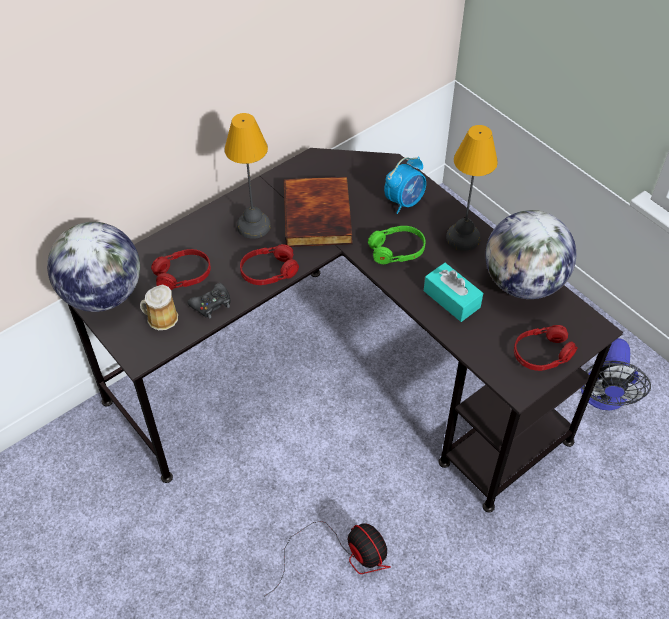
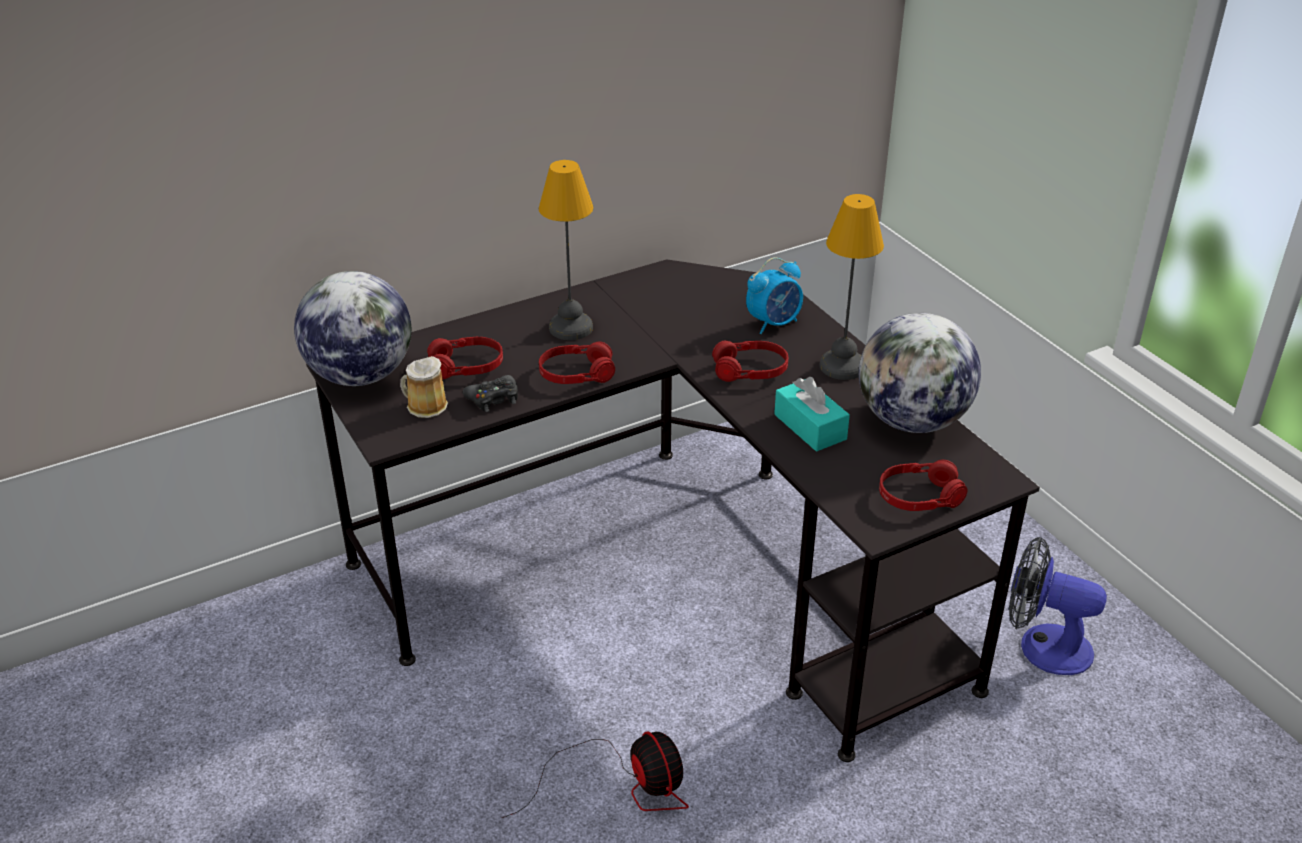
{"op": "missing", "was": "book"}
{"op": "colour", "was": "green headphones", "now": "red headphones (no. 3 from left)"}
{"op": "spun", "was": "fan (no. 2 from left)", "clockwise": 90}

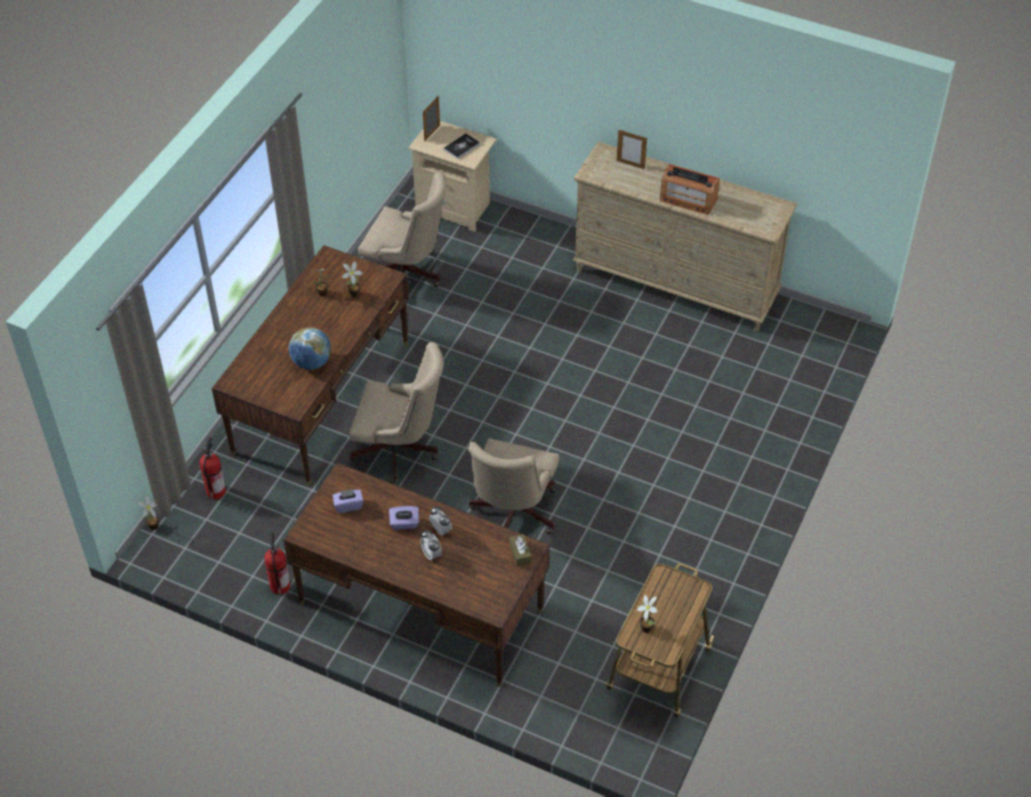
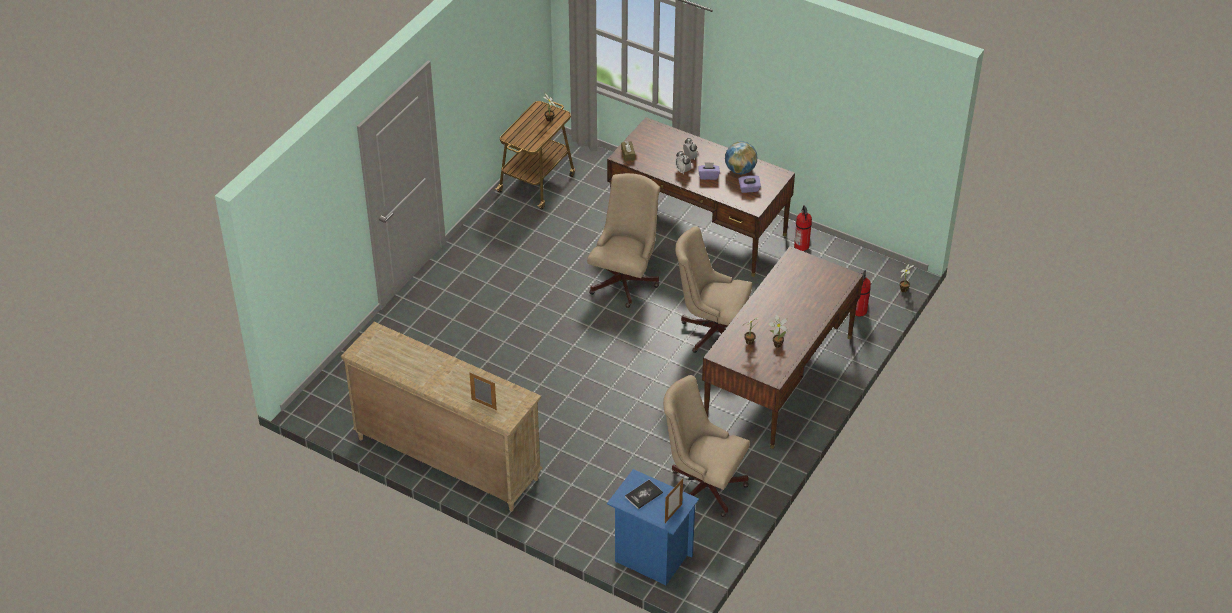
{"op": "colour", "was": "beige nightstand", "now": "blue nightstand"}
{"op": "missing", "was": "radio"}
{"op": "relocated", "was": "globe"}

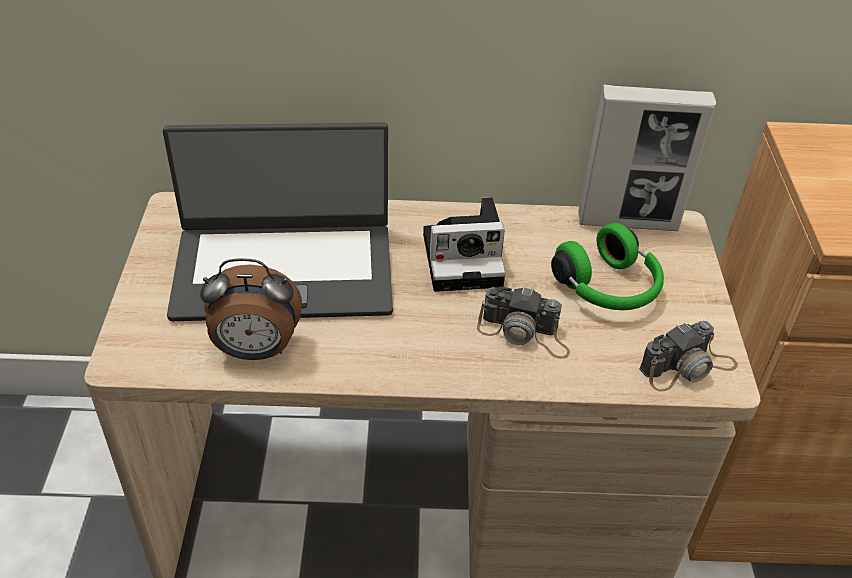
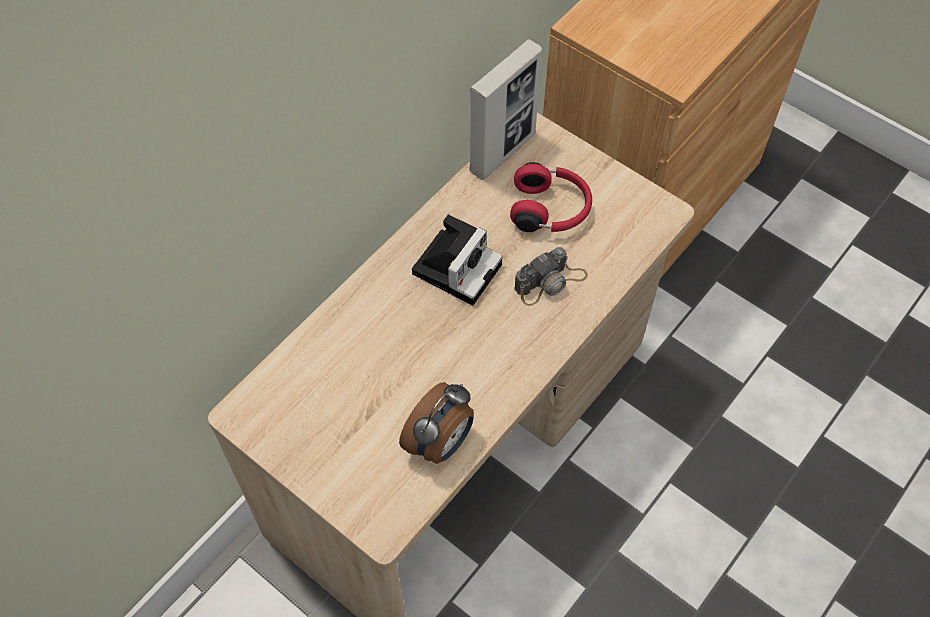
{"op": "missing", "was": "laptop"}
{"op": "colour", "was": "green headphones", "now": "red headphones"}
{"op": "missing", "was": "photo camera (no. 3 from left)"}

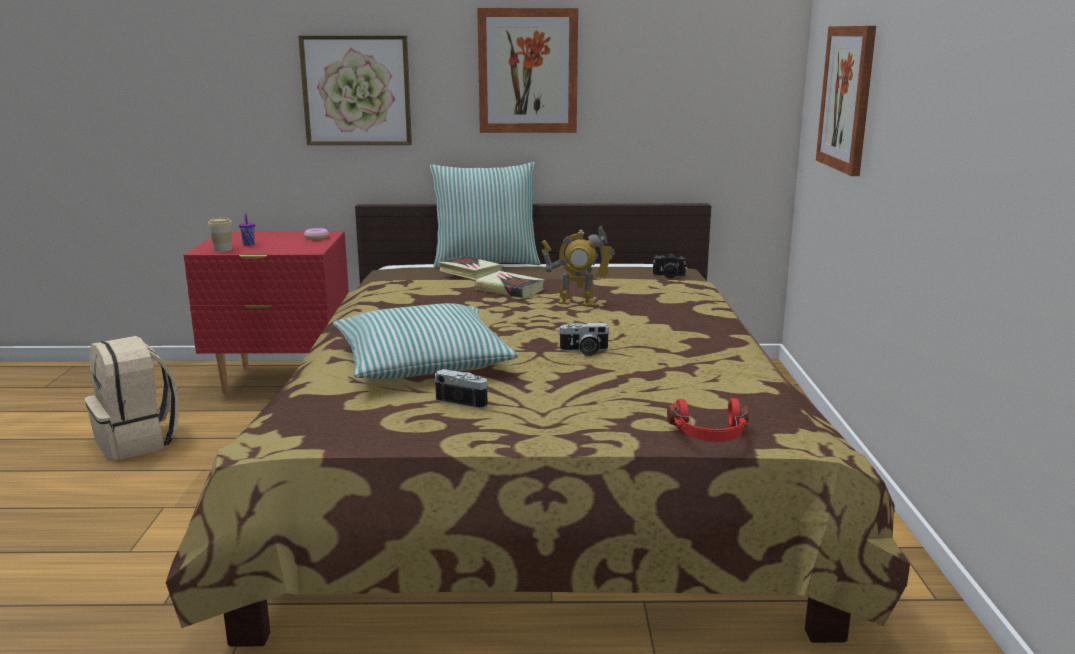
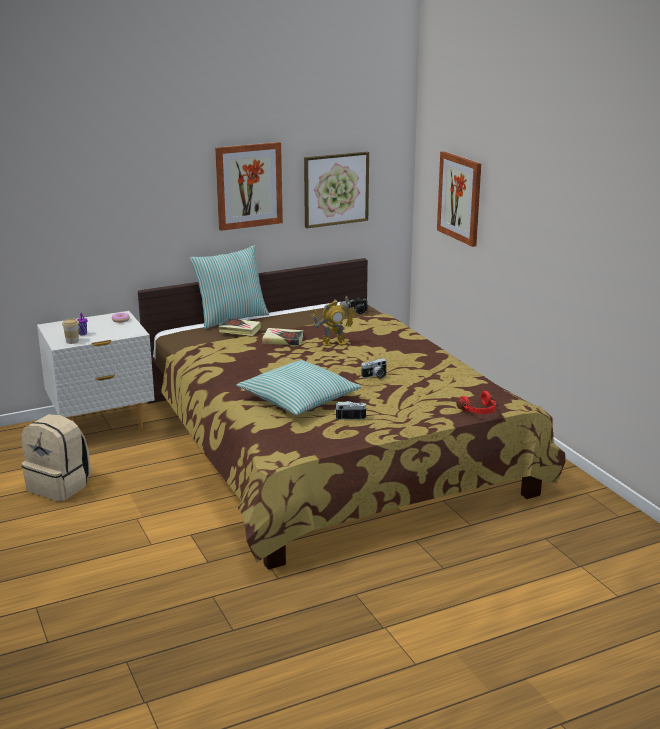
{"op": "relocated", "was": "picture (no. 1 from left in the first image)", "now": "picture (no. 2 from left)"}
{"op": "colour", "was": "red nightstand", "now": "white nightstand"}

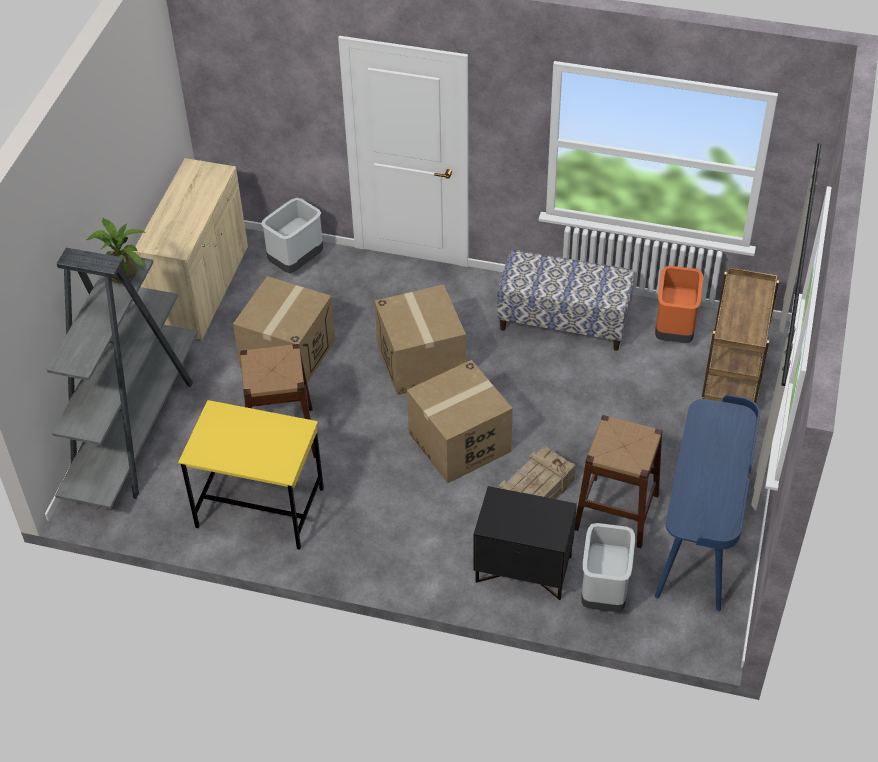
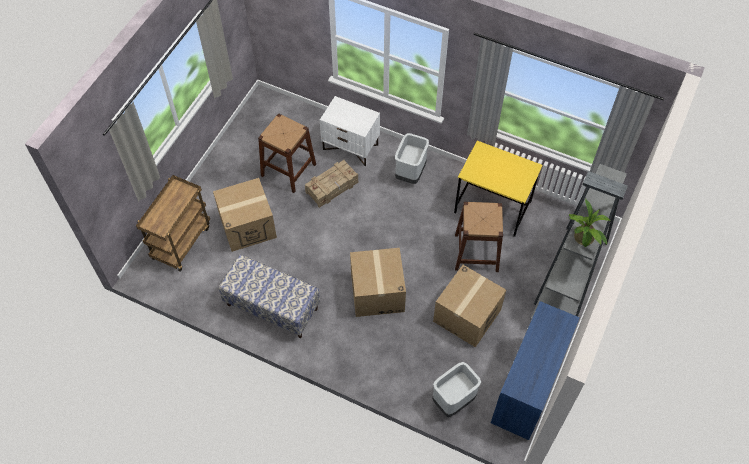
{"op": "colour", "was": "beige cabinet", "now": "blue cabinet"}
{"op": "missing", "was": "orange trash can"}
{"op": "relocated", "was": "cardboard box (no. 3 from left in the first image)", "now": "cardboard box (no. 1 from left)"}
{"op": "missing", "was": "blue desk"}
{"op": "colour", "was": "black nightstand", "now": "white nightstand"}
{"op": "relocated", "was": "grey trash can (no. 2 from left in the first image)", "now": "grey trash can (no. 1 from left)"}

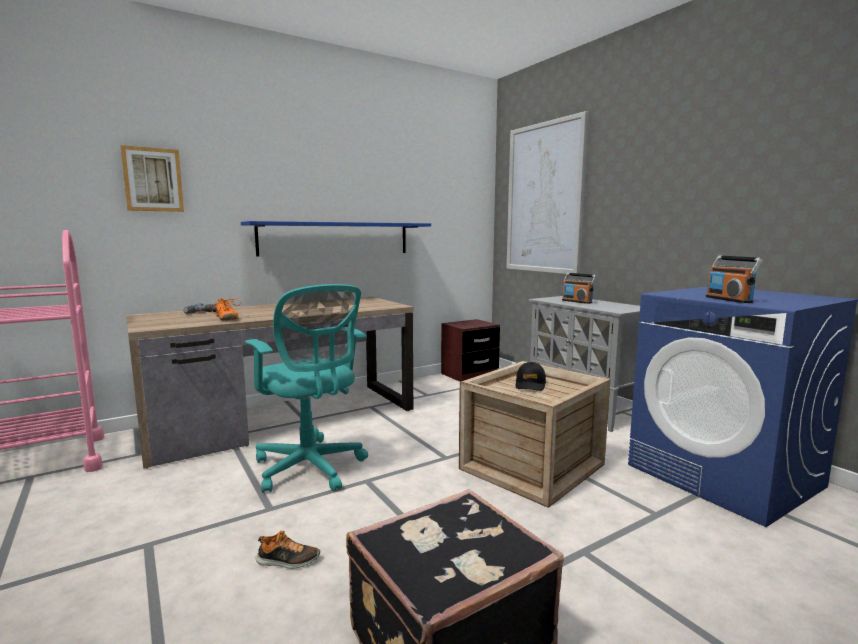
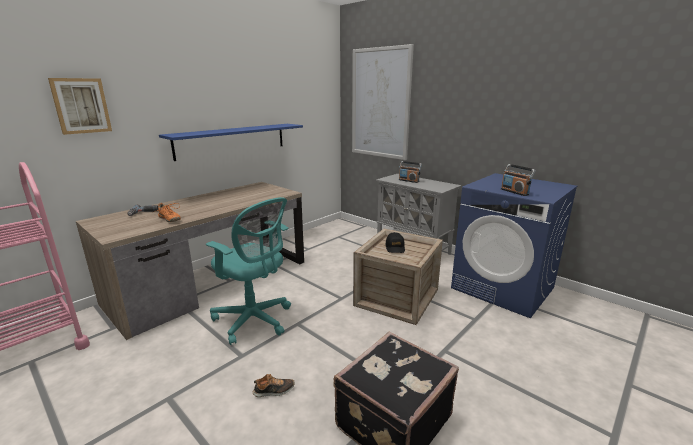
{"op": "missing", "was": "brown nightstand"}

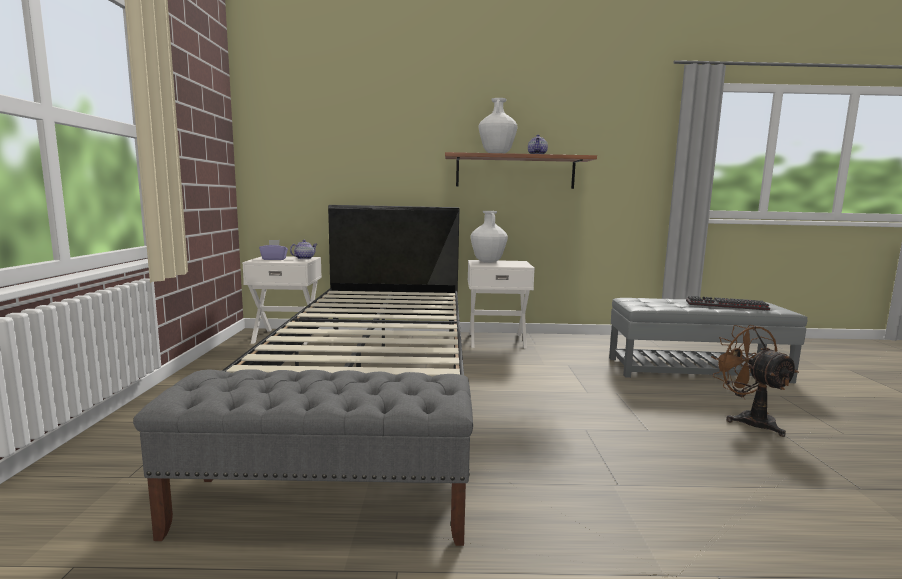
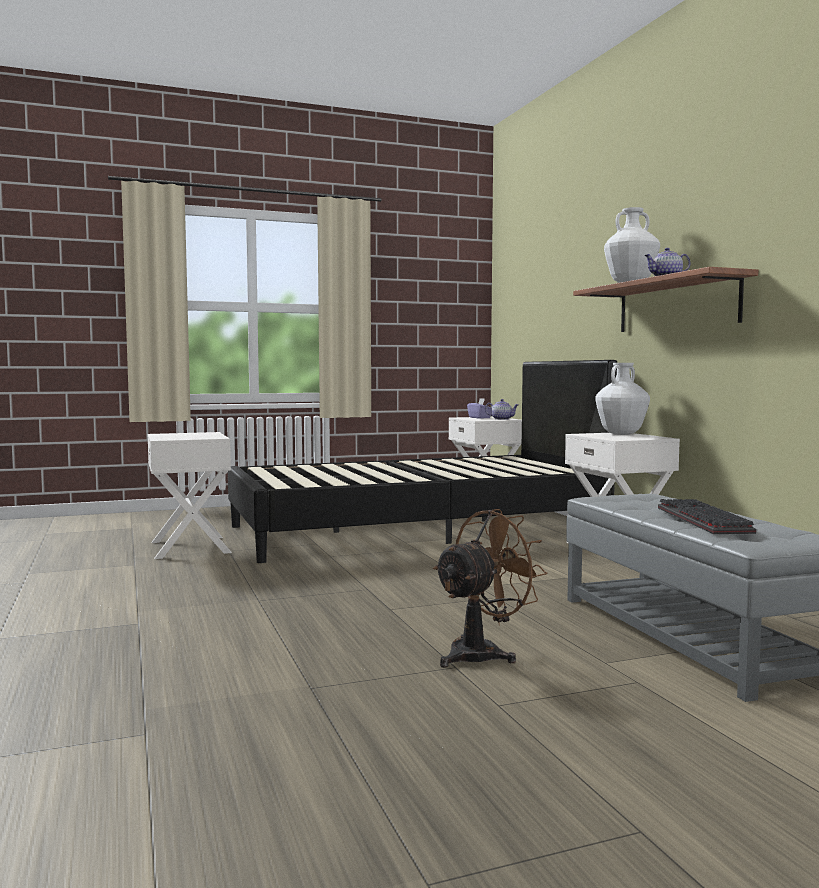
{"op": "exchanged", "was": "grey bench", "now": "white nightstand (no. 1 from left)"}

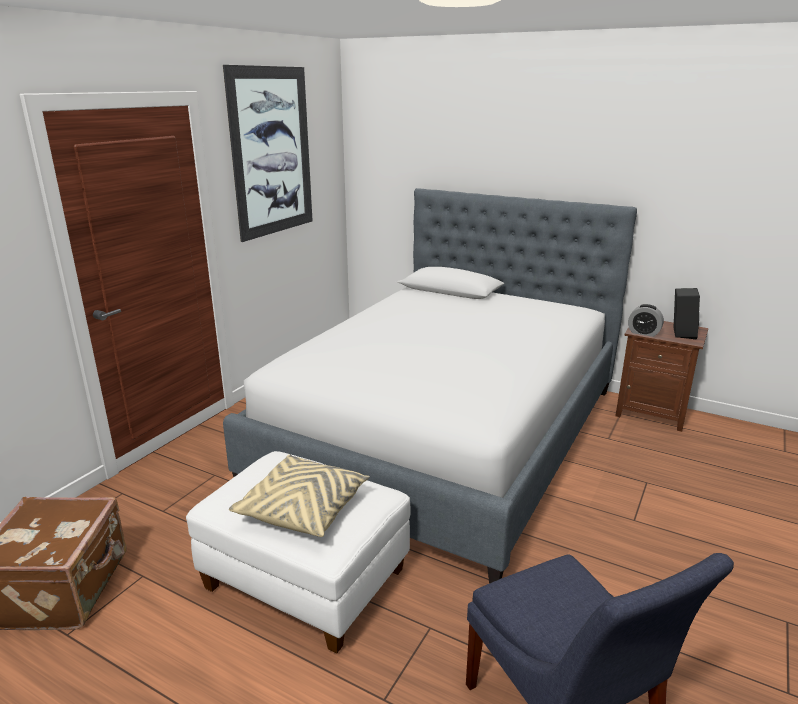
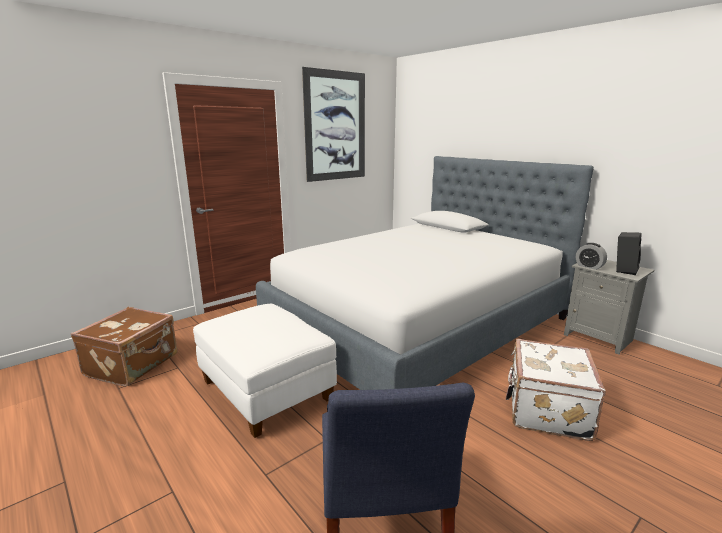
{"op": "colour", "was": "brown nightstand", "now": "grey nightstand"}
{"op": "missing", "was": "beige pillow"}
{"op": "appeared", "now": "white suitcase"}

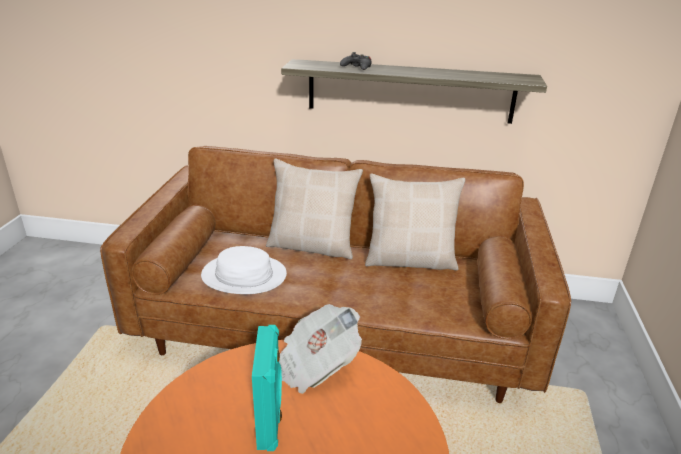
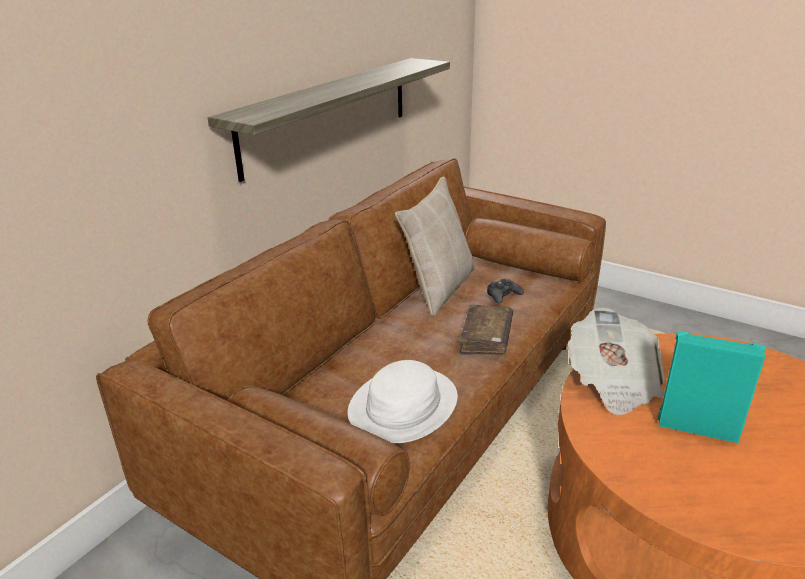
{"op": "relocated", "was": "black game controller"}
{"op": "missing", "was": "beige pillow (no. 1 from left)"}
{"op": "appeared", "now": "brown book"}

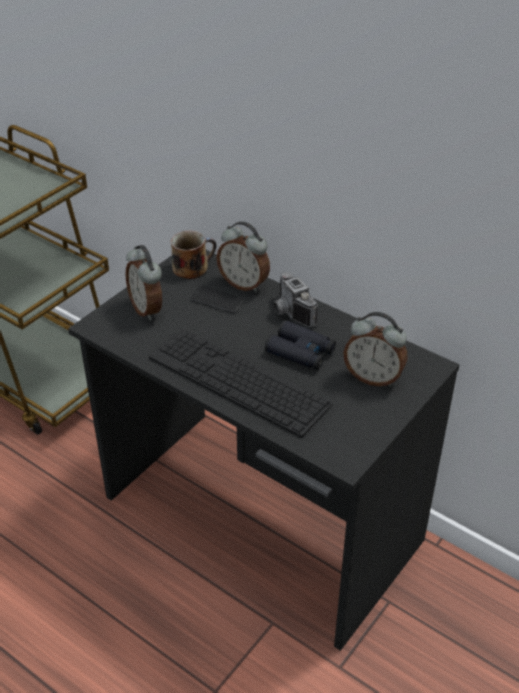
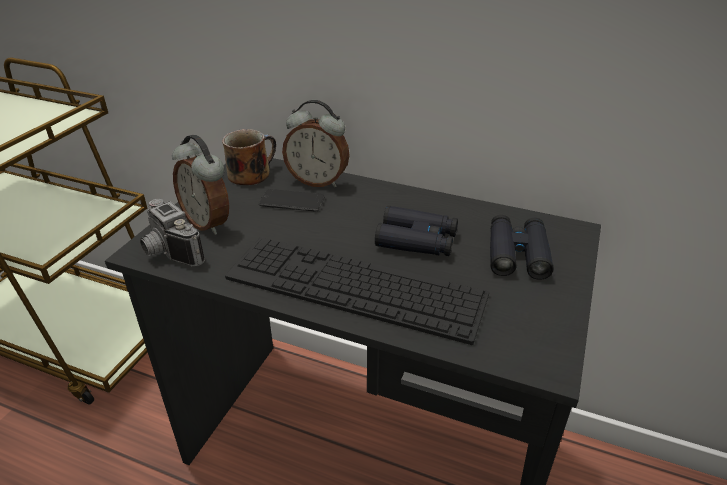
{"op": "relocated", "was": "photo camera"}
{"op": "exchanged", "was": "alarm clock (no. 3 from left)", "now": "black binoculars (no. 2 from left)"}

